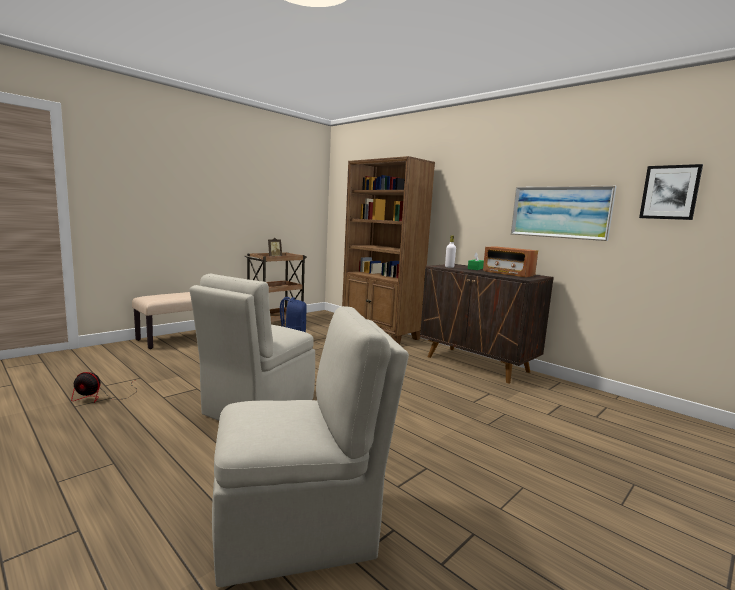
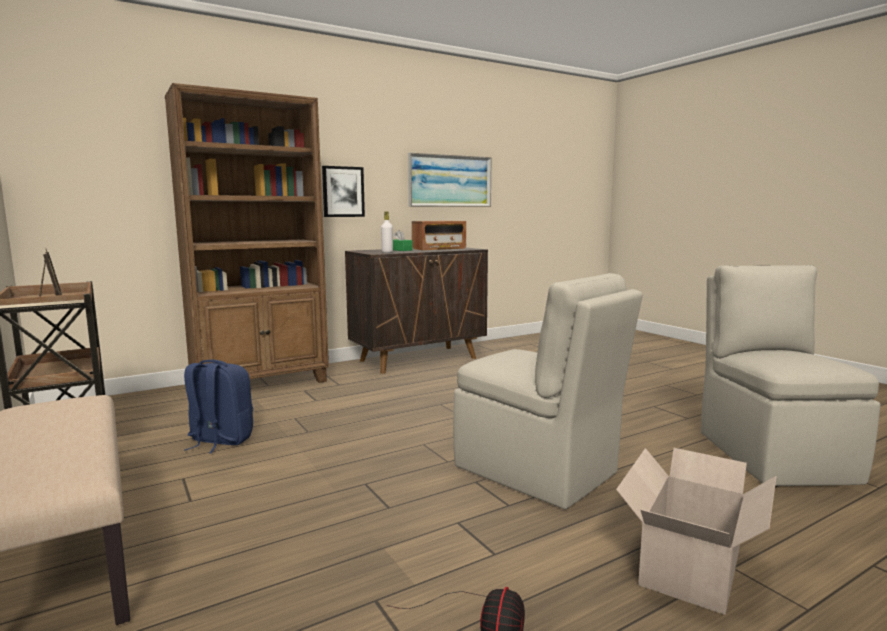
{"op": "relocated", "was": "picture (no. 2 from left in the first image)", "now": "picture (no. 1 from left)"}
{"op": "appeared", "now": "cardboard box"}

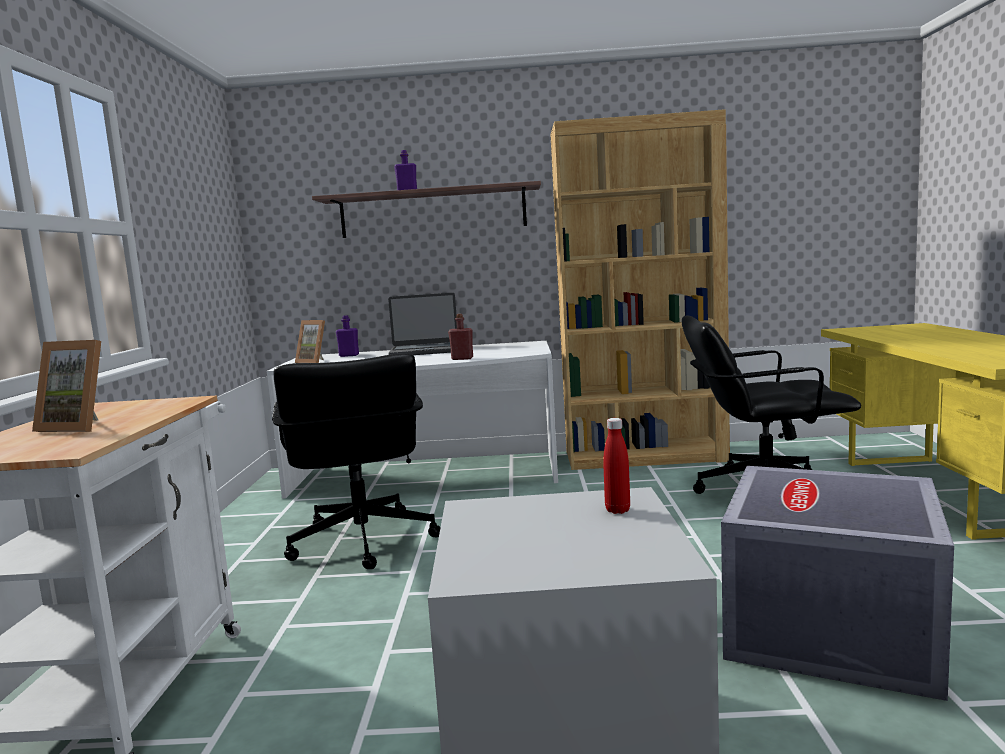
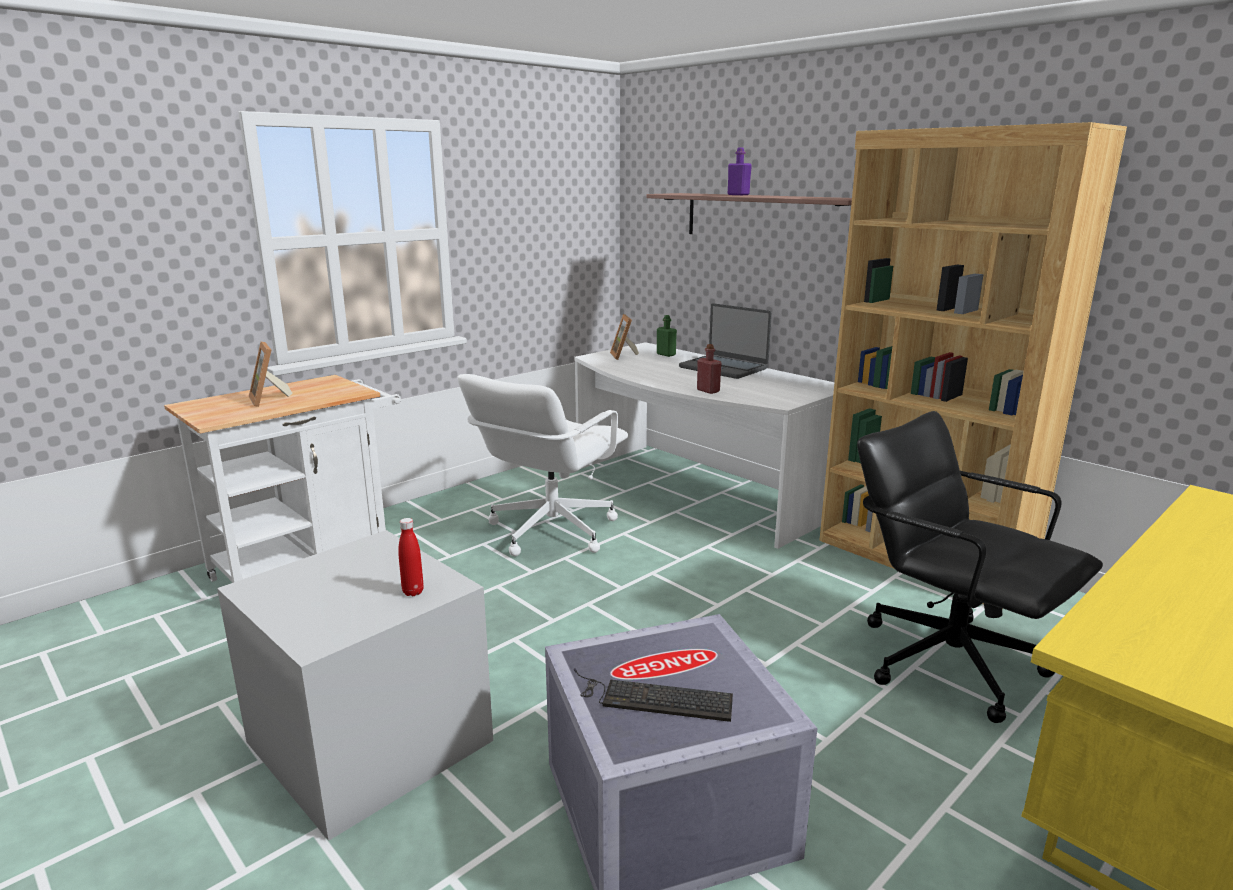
{"op": "colour", "was": "purple bottle (no. 1 from left)", "now": "green bottle"}
{"op": "colour", "was": "black office chair (no. 1 from left)", "now": "white office chair"}
{"op": "appeared", "now": "keyboard"}

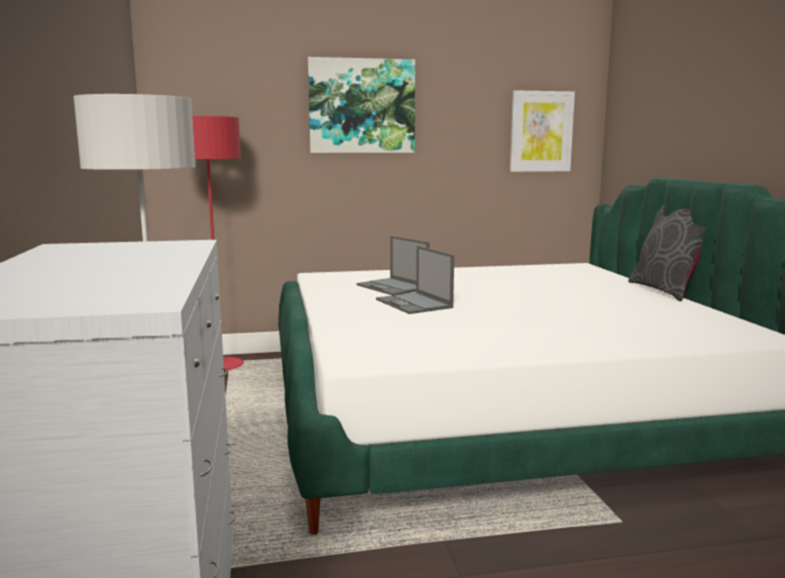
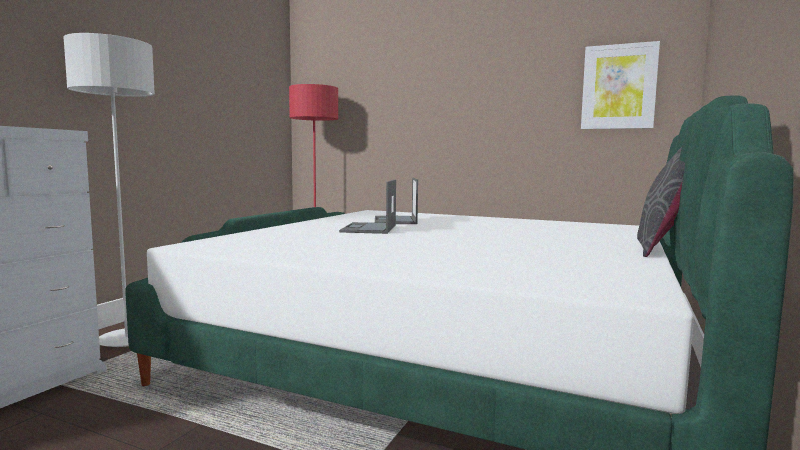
{"op": "missing", "was": "picture (no. 1 from left)"}

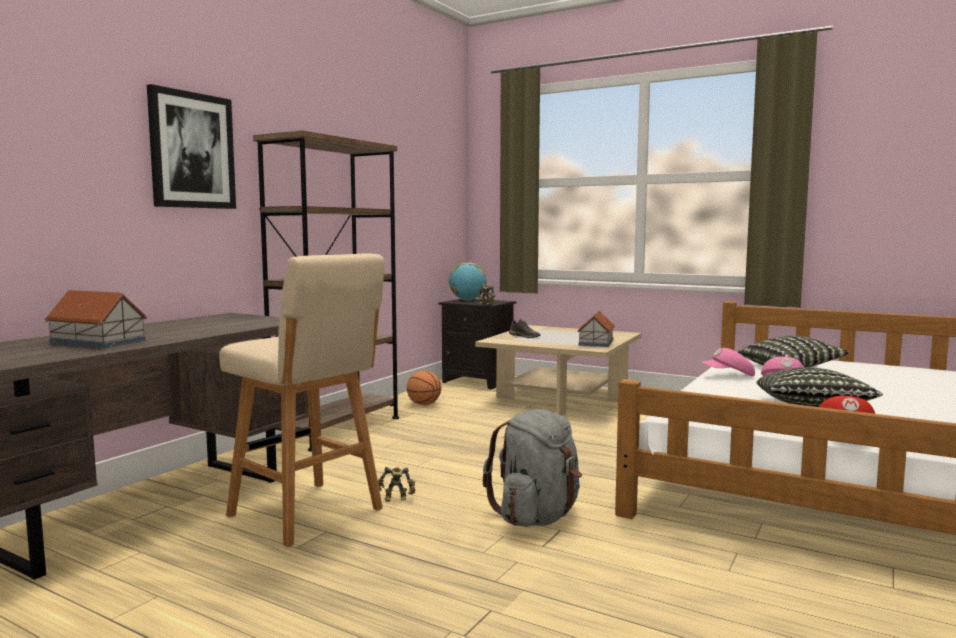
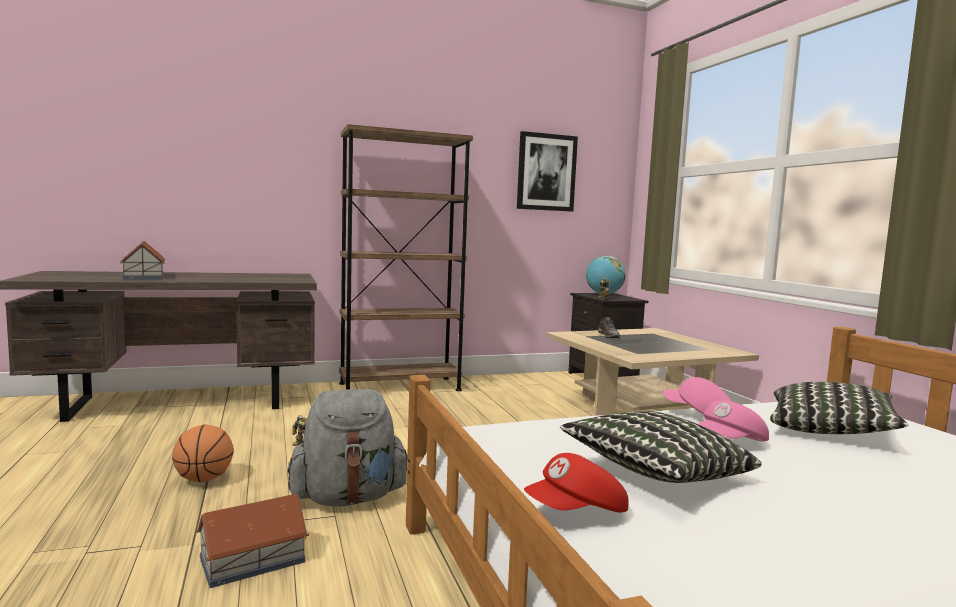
{"op": "relocated", "was": "picture"}
{"op": "missing", "was": "beige stool"}
{"op": "relocated", "was": "toy house (no. 2 from left)"}
{"op": "relocated", "was": "basketball"}

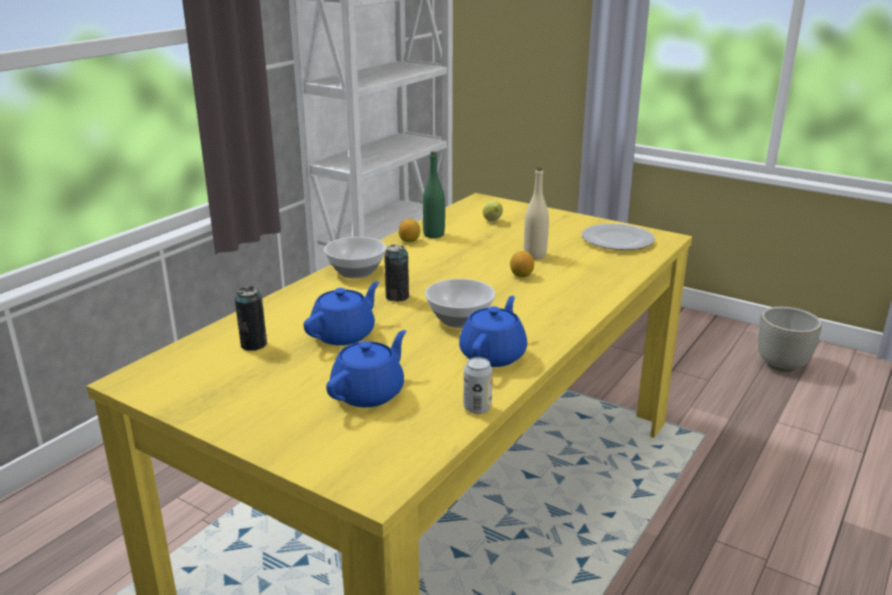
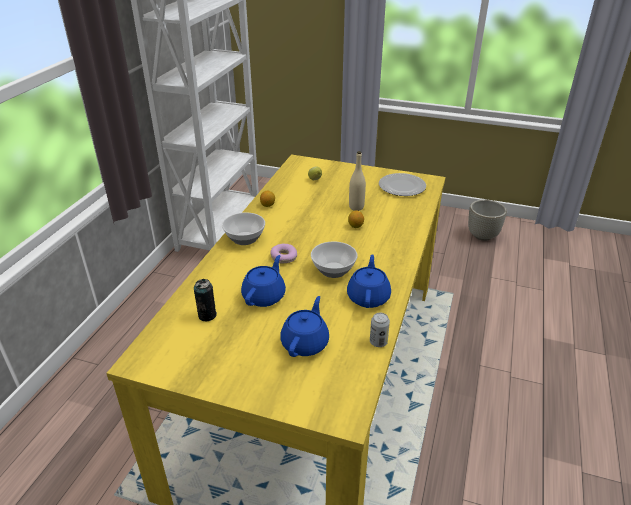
{"op": "missing", "was": "green bottle"}
{"op": "exchanged", "was": "can (no. 2 from left)", "now": "donut"}

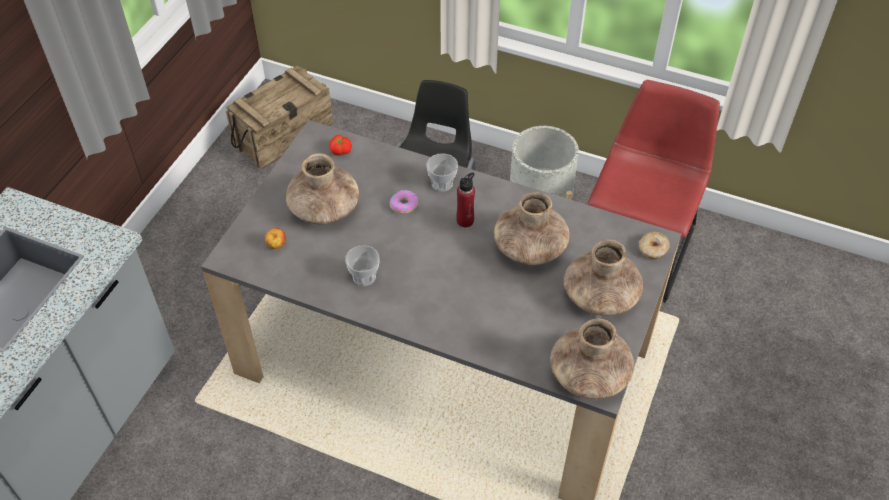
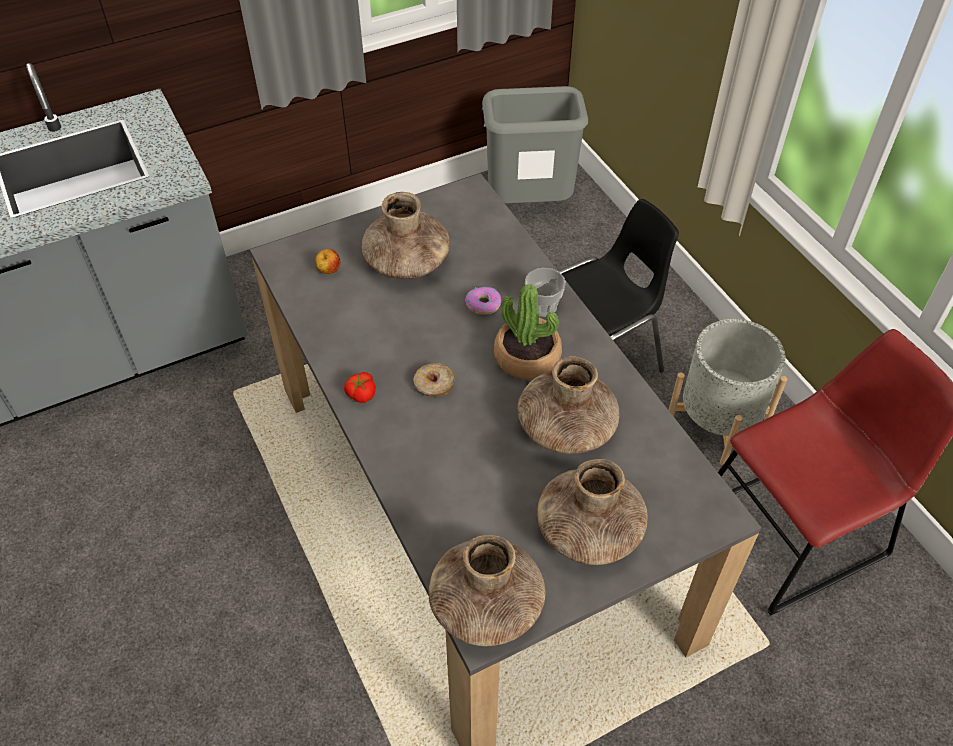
{"op": "exchanged", "was": "crate", "now": "grey trash can"}
{"op": "relocated", "was": "tomato"}
{"op": "exchanged", "was": "red bottle", "now": "potted plant"}
{"op": "relocated", "was": "donut (no. 2 from left in the first image)", "now": "donut (no. 1 from left)"}
{"op": "missing", "was": "cup (no. 1 from left)"}

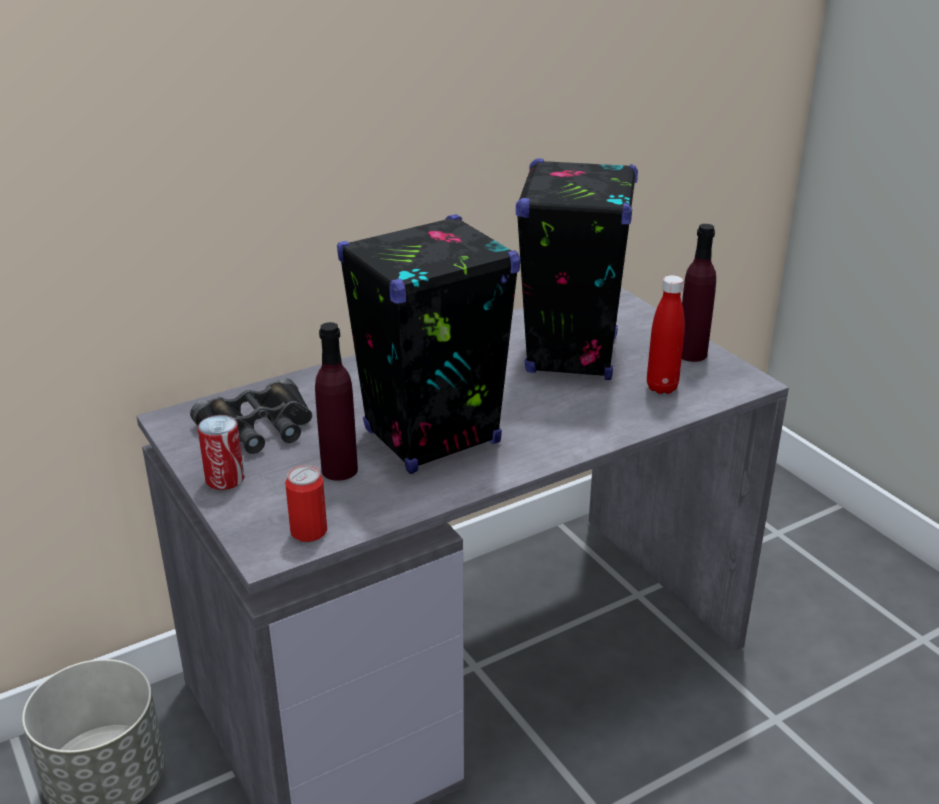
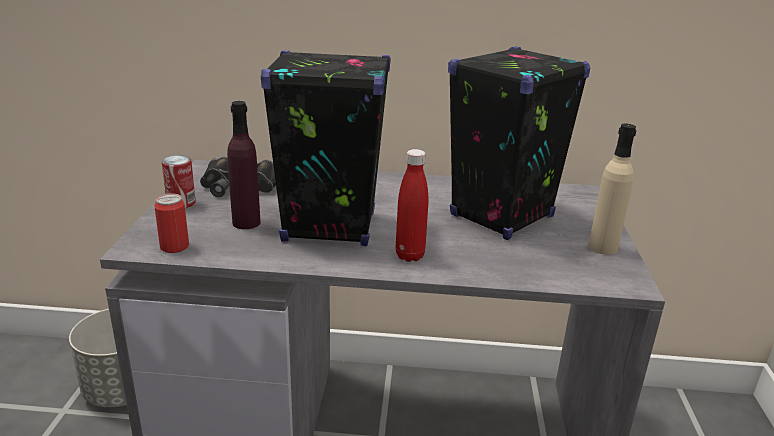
{"op": "colour", "was": "purple bottle (no. 2 from left)", "now": "beige bottle"}
{"op": "relocated", "was": "red bottle"}

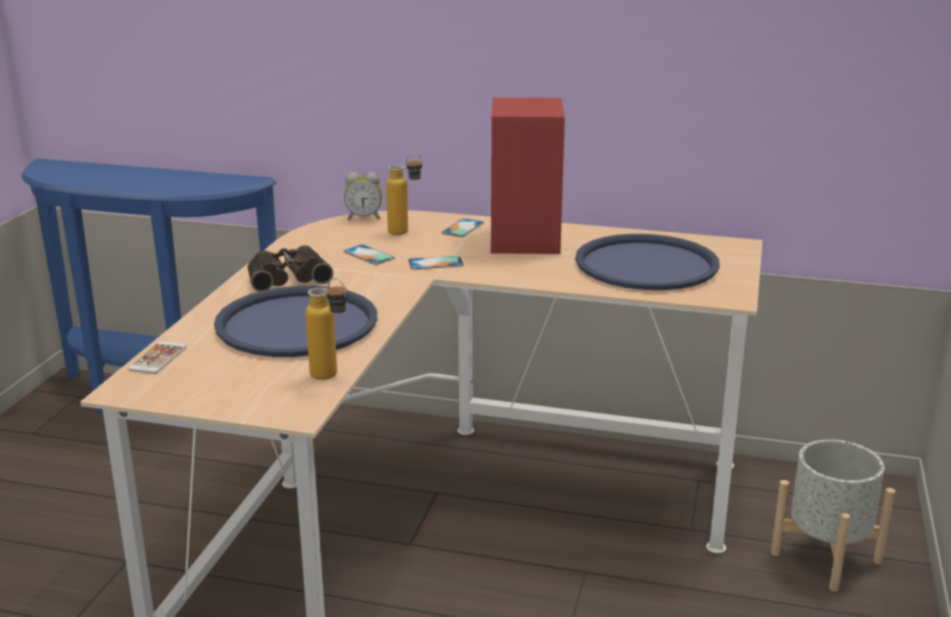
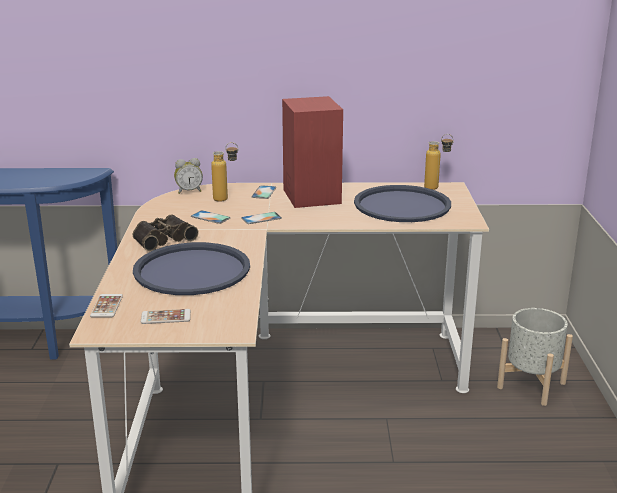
{"op": "relocated", "was": "bottle (no. 1 from left in the first image)", "now": "bottle (no. 2 from left)"}
{"op": "appeared", "now": "phone (no. 2 from left)"}

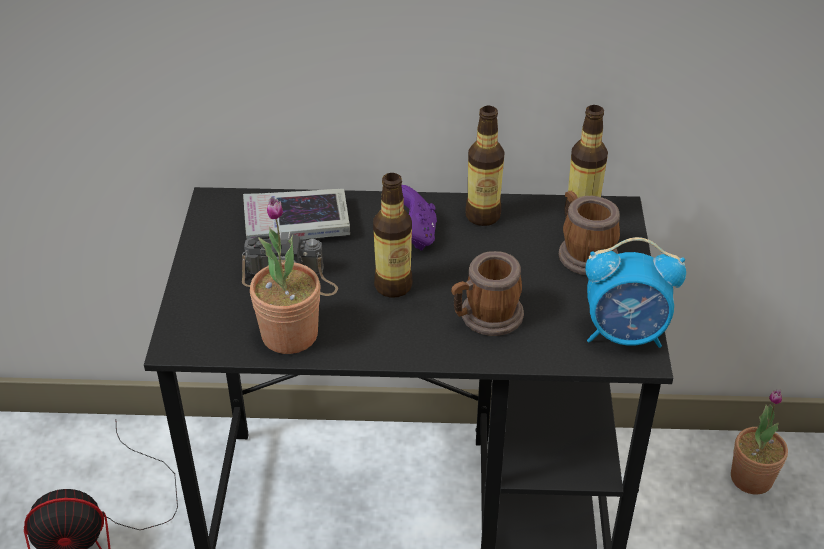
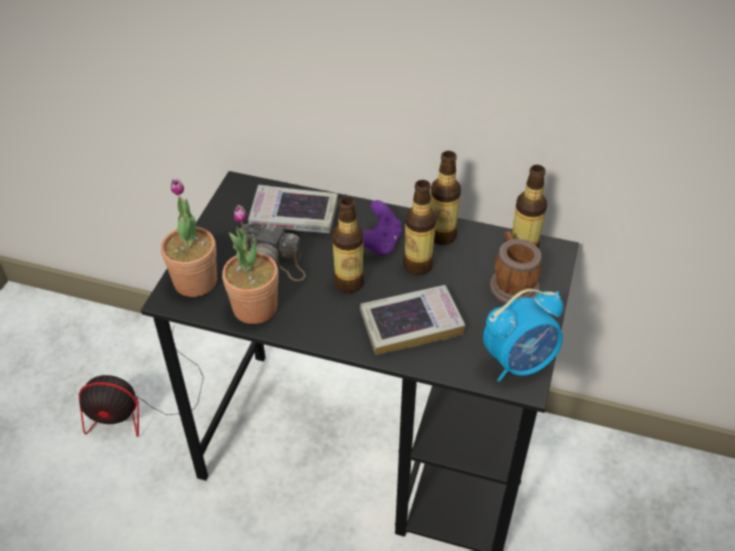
{"op": "spun", "was": "alarm clock", "clockwise": -45}
{"op": "exchanged", "was": "mug (no. 1 from left)", "now": "book (no. 2 from left)"}
{"op": "relocated", "was": "potted plant (no. 2 from left in the first image)", "now": "potted plant (no. 1 from left)"}
{"op": "appeared", "now": "bottle (no. 2 from left)"}

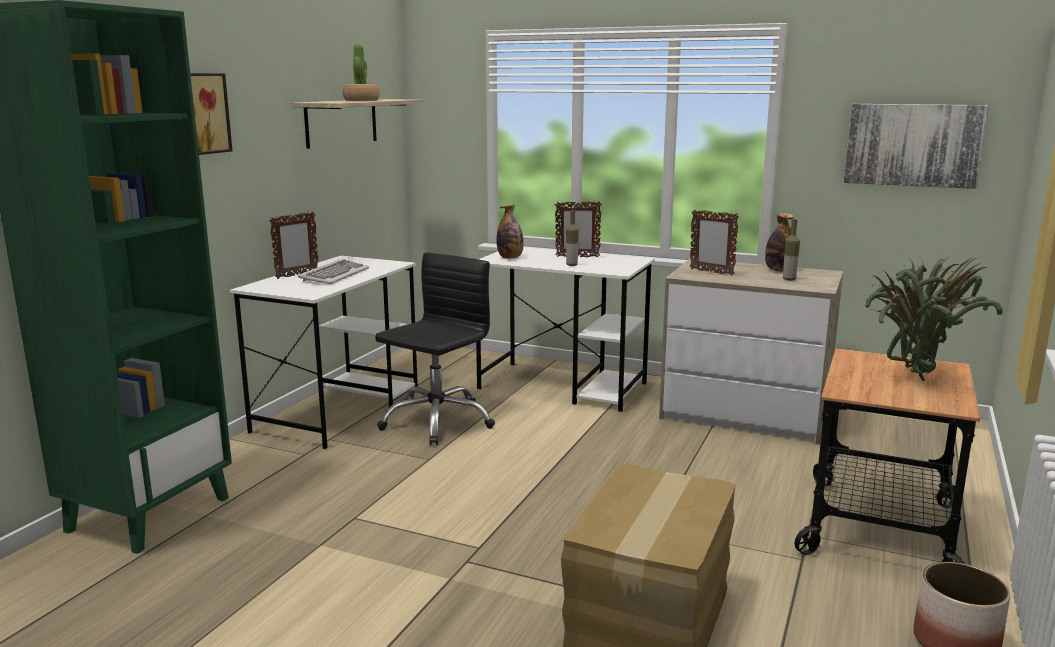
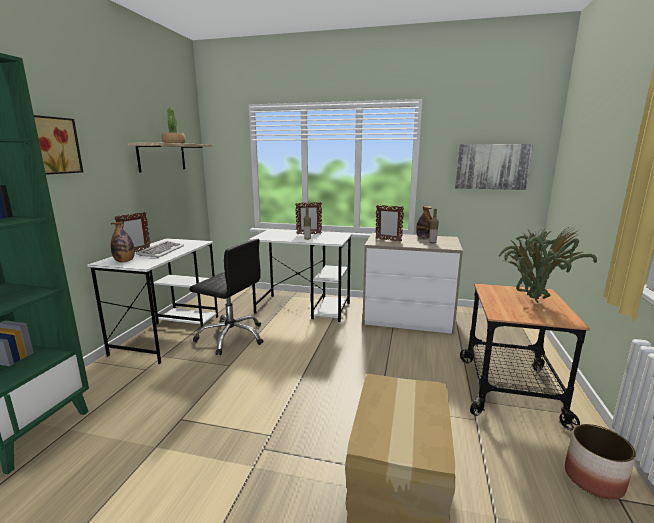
{"op": "relocated", "was": "bottle (no. 1 from left)"}
{"op": "spun", "was": "black office chair", "clockwise": 90}

